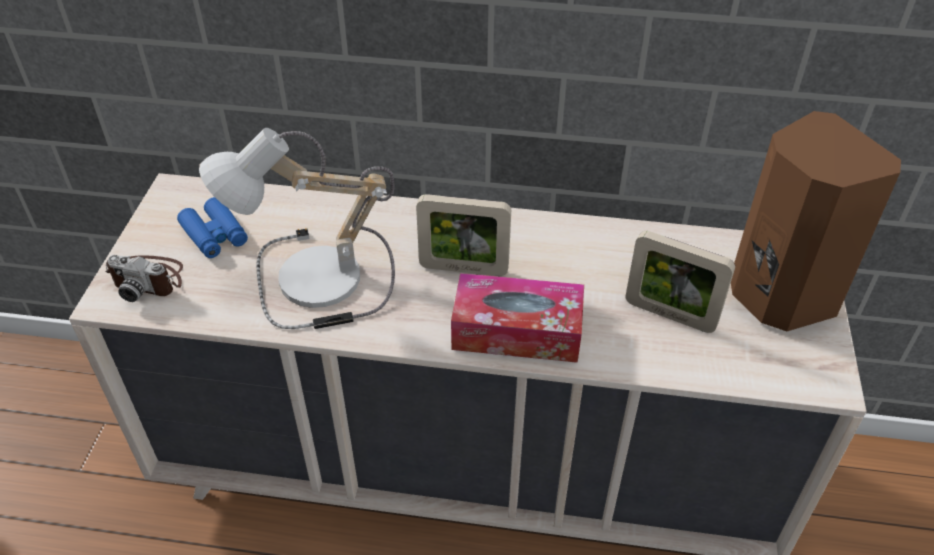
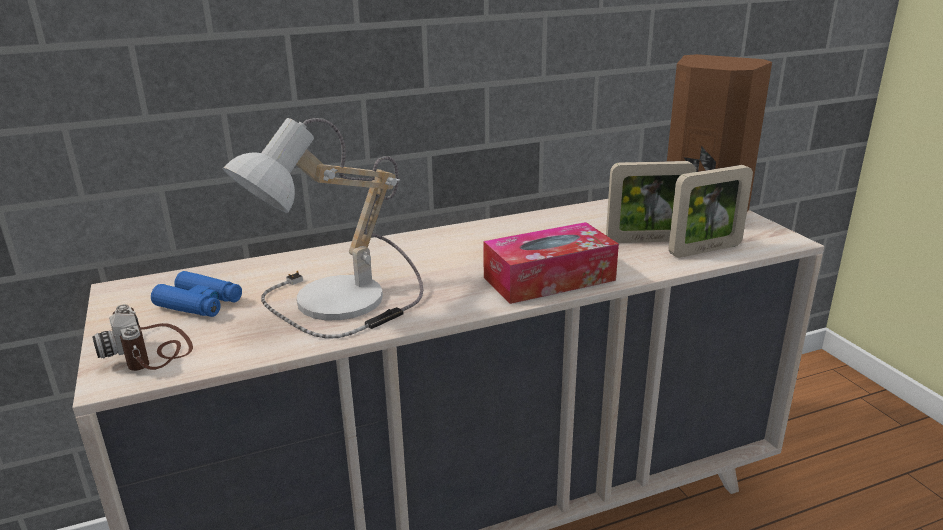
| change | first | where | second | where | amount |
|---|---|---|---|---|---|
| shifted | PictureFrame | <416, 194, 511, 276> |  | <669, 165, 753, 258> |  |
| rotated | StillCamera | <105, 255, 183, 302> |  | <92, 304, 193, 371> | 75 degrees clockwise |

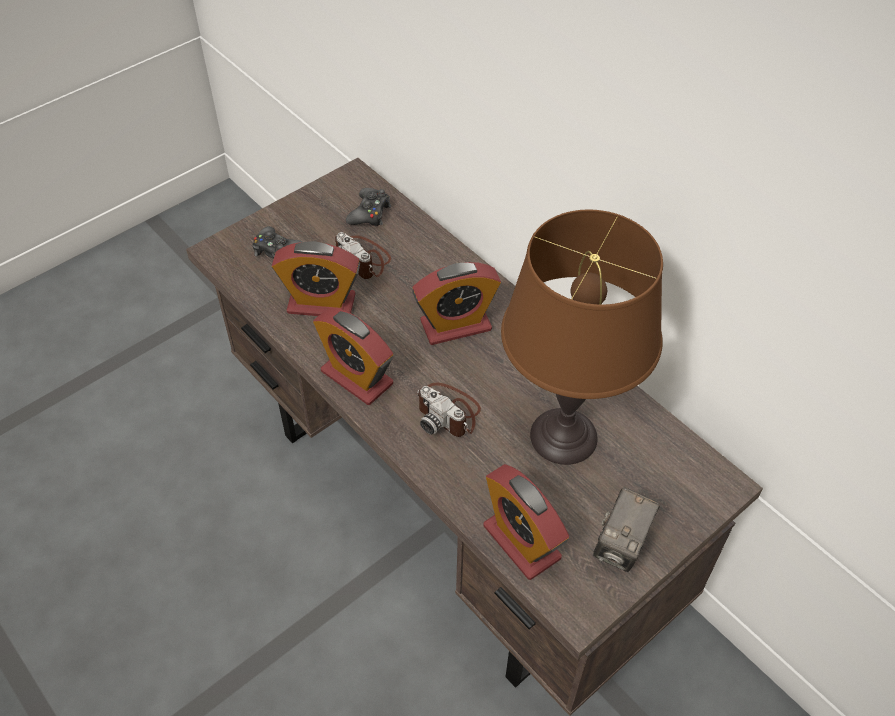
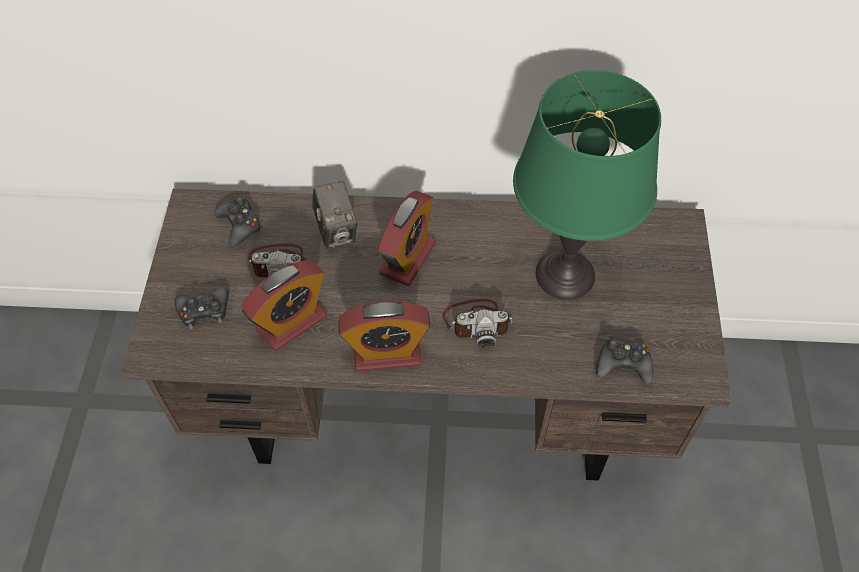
| change | first | where | second | where | amount |
|---|---|---|---|---|---|
| repainted | BrownishLampForATable | <501, 210, 663, 465> | GreenishLampForATable | <513, 70, 661, 300> |  |
| swapped | TableClock | <483, 464, 569, 580> | BlackishGameController | <596, 339, 653, 384> |  |
| shifted | StillCamera | <593, 487, 660, 572> |  | <312, 181, 357, 249> |  |

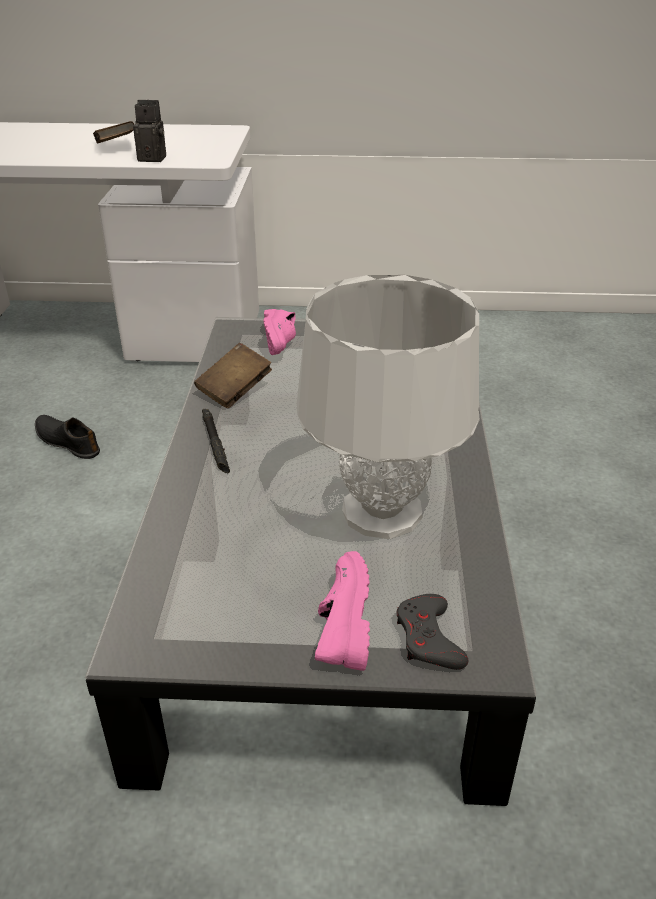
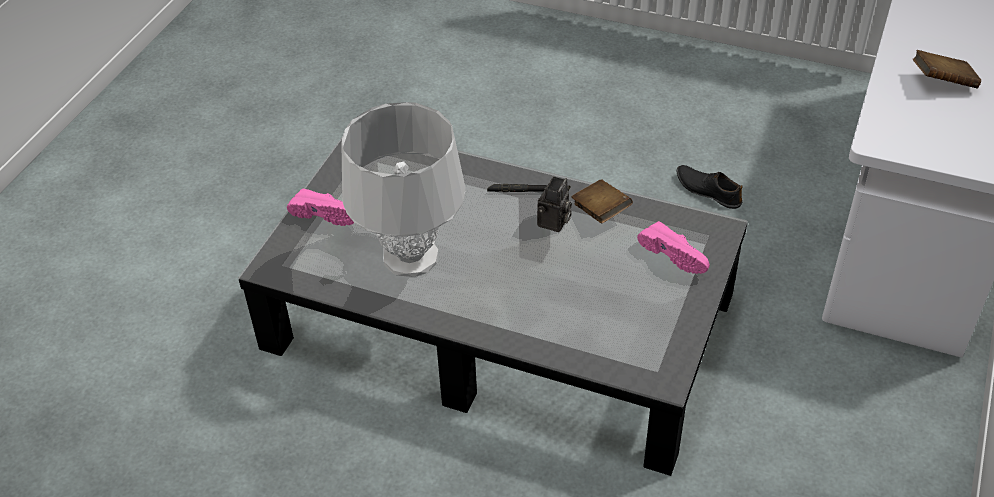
| change | first | where | second | where | amount |
|---|---|---|---|---|---|
| shifted | StillCamera | <133, 100, 166, 162> |  | <537, 176, 572, 232> |  |
| rotated | PinkColouredShoe | <263, 309, 296, 355> |  | <637, 221, 710, 274> | 150 degrees counterclockwise |
| rotated | BlackishShoe | <35, 415, 100, 459> |  | <677, 165, 743, 209> | 105 degrees counterclockwise |
| gone | GreyGameController | <397, 594, 468, 670> |  |  |  |

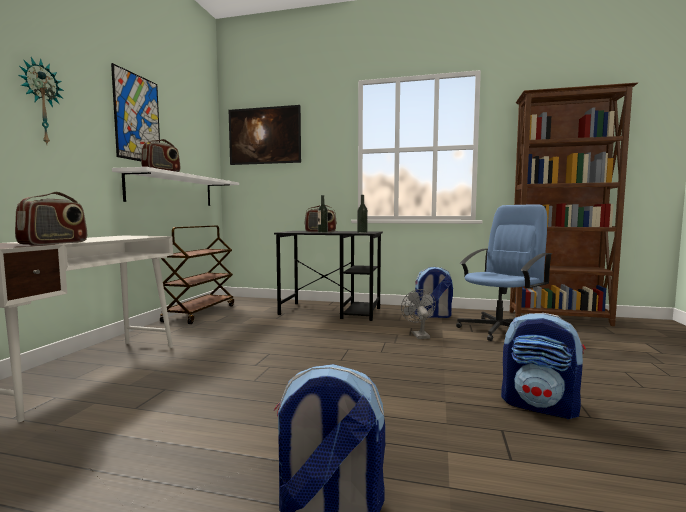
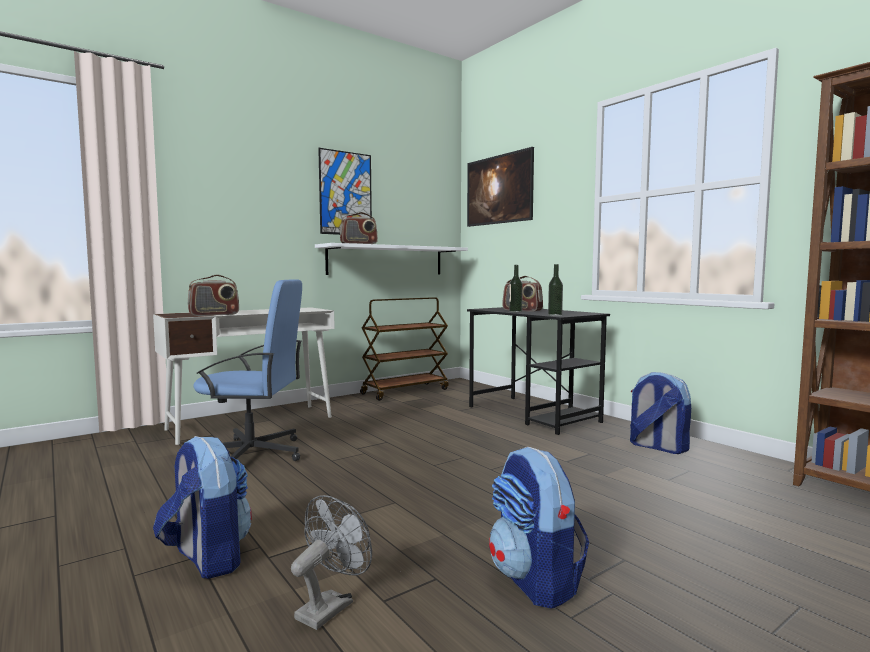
| change | first | where | second | where | amount |
|---|---|---|---|---|---|
| gone | ClockOnTheWall | <18, 57, 64, 144> |  |  |  |
| shifted | BlueColouredDeskChair | <456, 204, 552, 341> |  | <193, 279, 302, 461> |  |
| shifted | GreyCoolingFan | <401, 289, 436, 339> |  | <291, 495, 372, 630> |  |

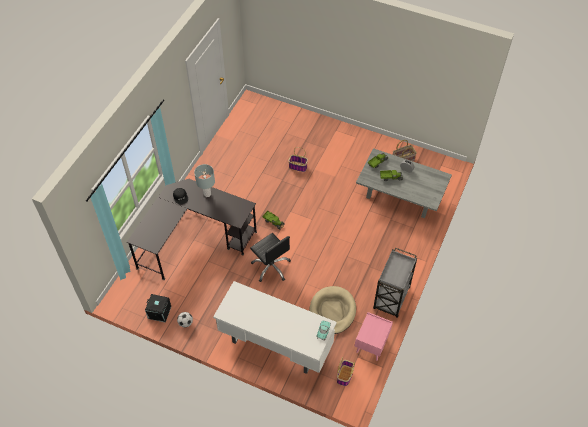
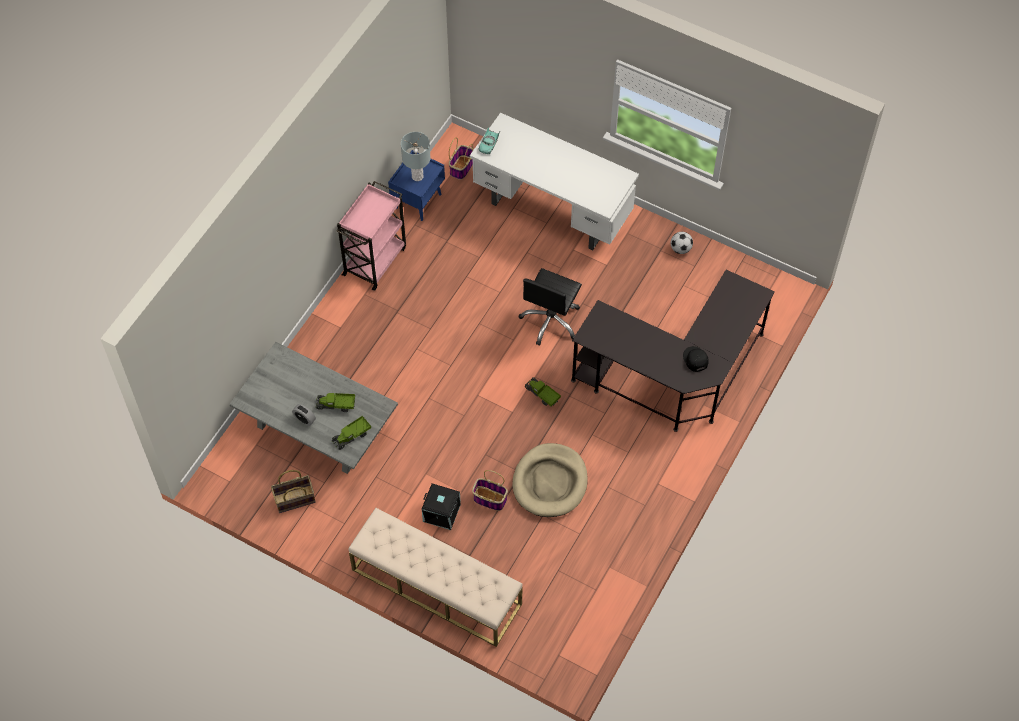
| change | first | where | second | where | amount |
|---|---|---|---|---|---|
| shifted | GreyLampForATable | <194, 164, 215, 197> |  | <401, 132, 431, 181> |  |
| rotated | BlackishDeskChair | <250, 233, 291, 282> |  | <519, 268, 582, 346> | 120 degrees counterclockwise |
| repainted | GreyCart | <373, 248, 417, 318> | PinkColouredCart | <336, 181, 406, 291> |  |
| shifted | BeigeColouredPetBed | <309, 286, 356, 334> |  | <512, 443, 588, 517> |  |
| shifted | BlackishStorageContainer | <145, 294, 171, 323> |  | <422, 483, 461, 530> |  |
| repainted | PinkColouredNightTable | <355, 312, 393, 361> | BlueColouredNightTable | <388, 150, 445, 221> |  |
| new |  |  | BeigeColouredIndoorBench | <349, 508, 522, 647> |  |

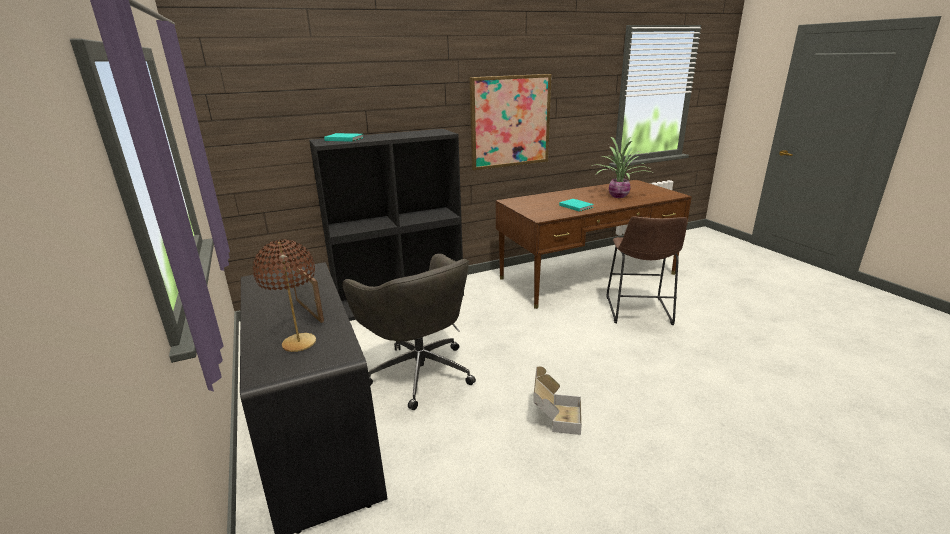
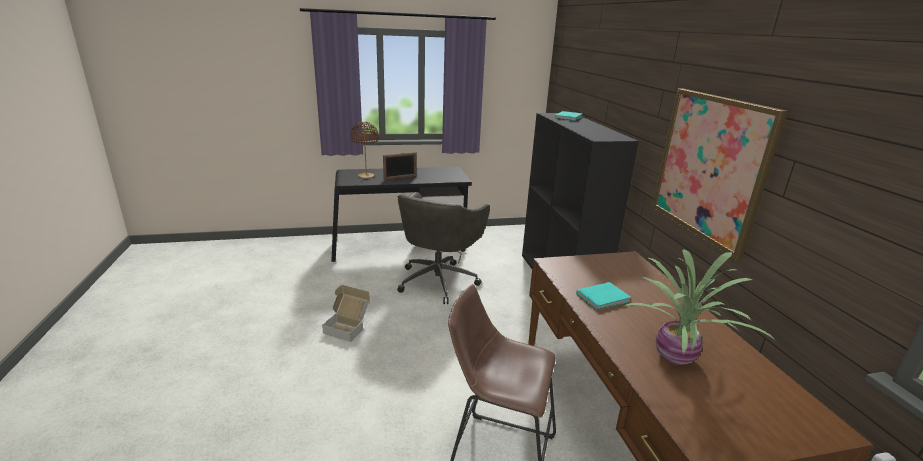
| change | first | where | second | where | amount |
|---|---|---|---|---|---|
| rotated | GreyDeskChair | <342, 254, 476, 410> |  | <397, 192, 490, 304> | 45 degrees counterclockwise |

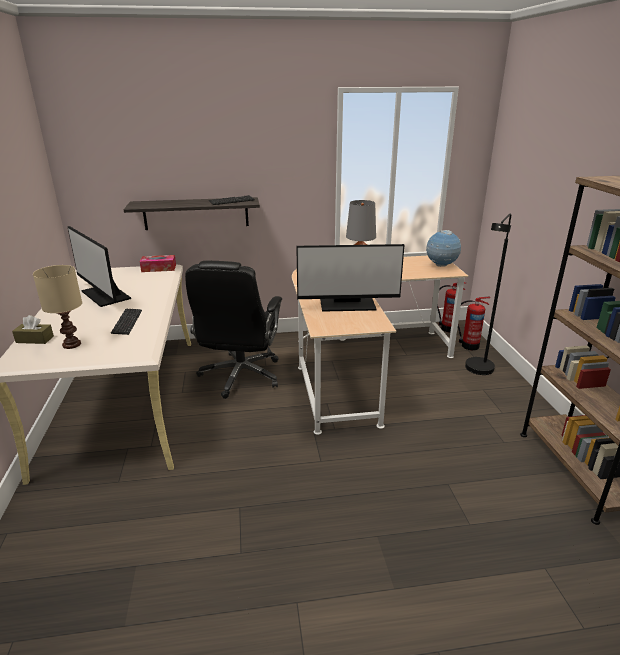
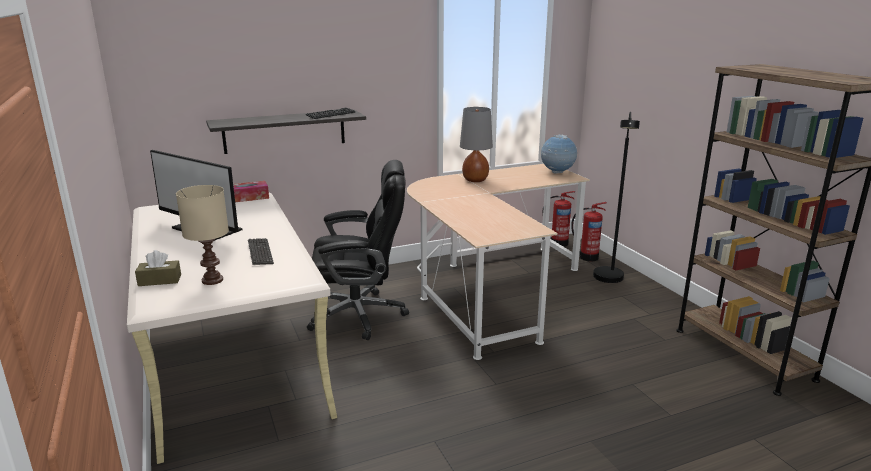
| change | first | where | second | where | amount |
|---|---|---|---|---|---|
| gone | ComputerScreen | <296, 244, 404, 312> |  |  |  |
| rotated | BlackishDeskChair | <185, 261, 282, 399> |  | <307, 160, 409, 340> | 90 degrees counterclockwise |

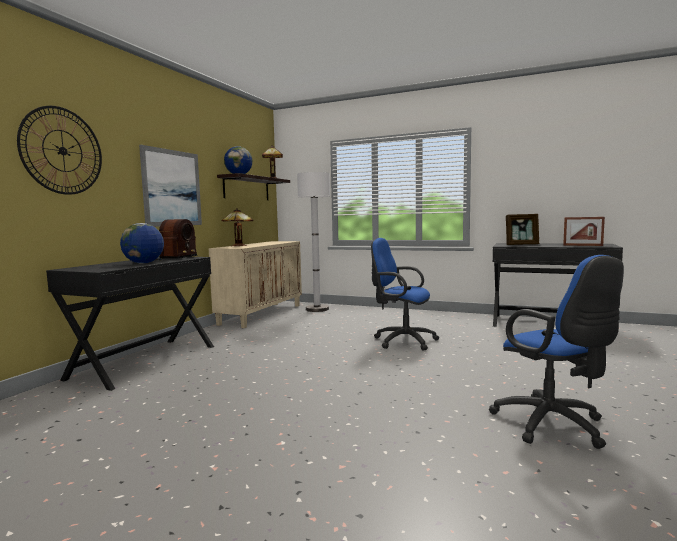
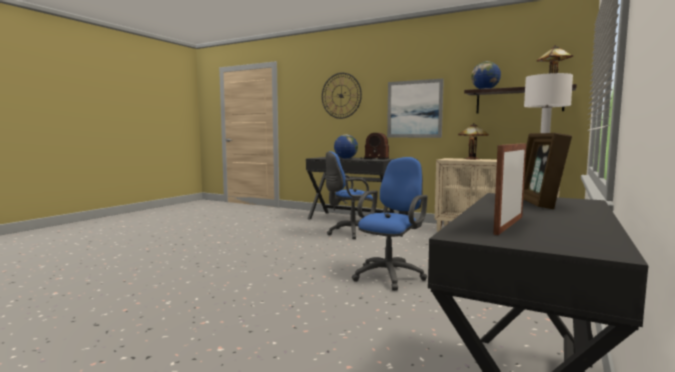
| change | first | where | second | where | amount |
|---|---|---|---|---|---|
| shifted | BlueColouredDeskChair | <489, 255, 624, 449> |  | <326, 151, 373, 239> |  |

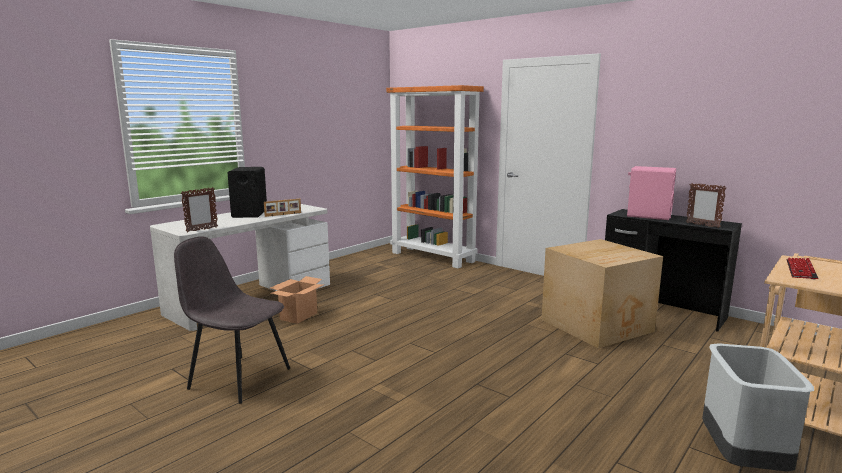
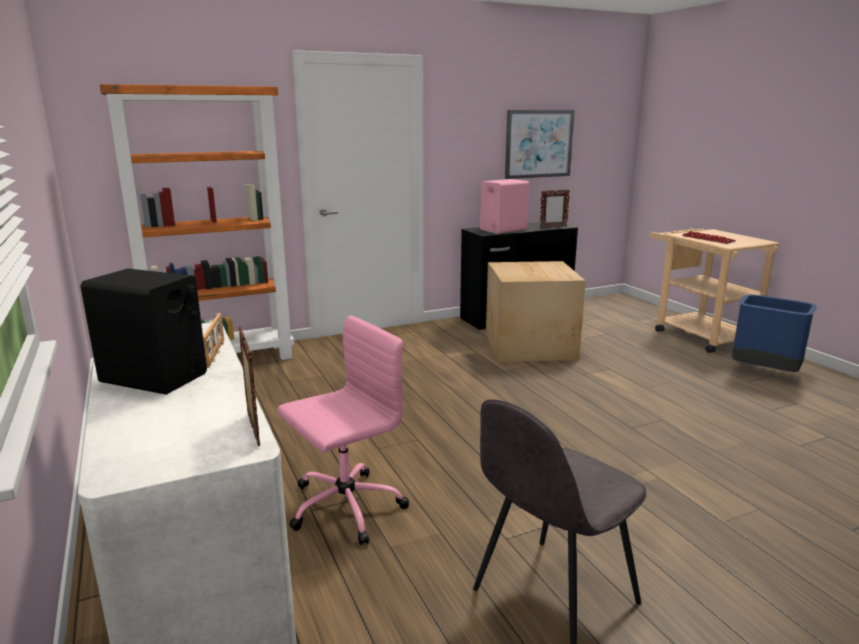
| change | first | where | second | where | amount |
|---|---|---|---|---|---|
| swapped | Carton | <270, 276, 323, 324> | PinkColouredDeskChair | <277, 315, 409, 545> |  |
| repainted | GreyRubbishBin | <702, 343, 814, 472> | BlueColouredRubbishBin | <732, 294, 817, 372> |  |
| new |  |  | WallArt | <505, 110, 575, 179> |  |

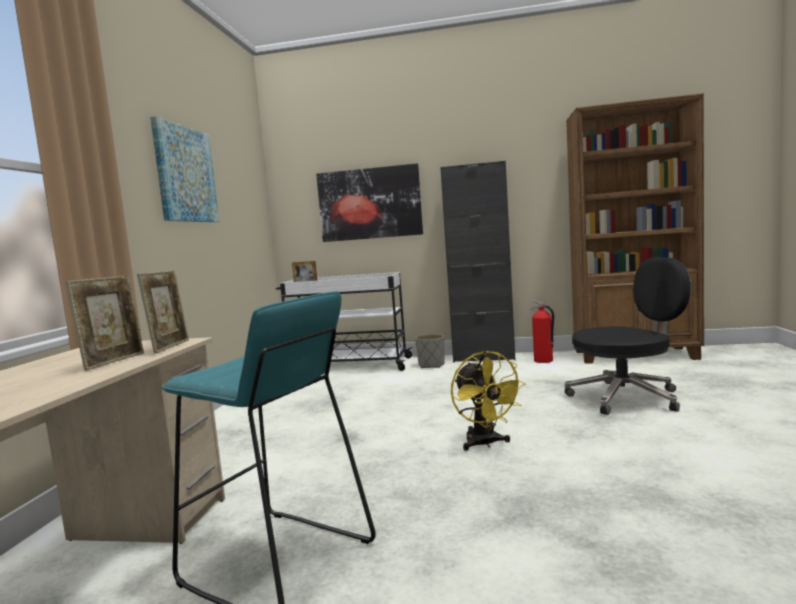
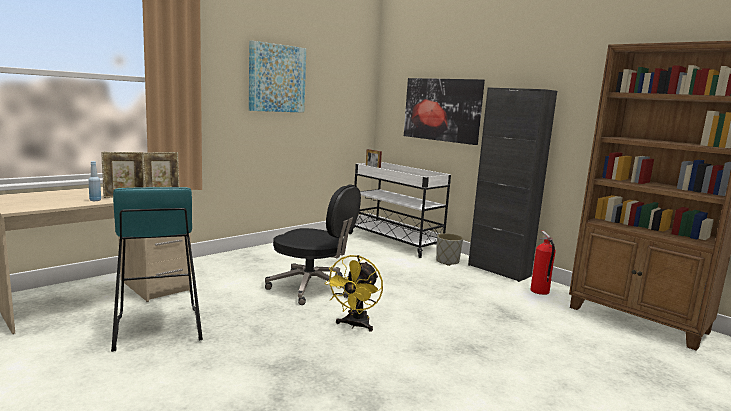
| change | first | where | second | where | amount |
|---|---|---|---|---|---|
| shifted | BlackishDeskChair | <565, 257, 691, 415> |  | <265, 185, 361, 305> |  |
| new |  |  | BlueColouredBottle | <89, 161, 101, 201> |  |

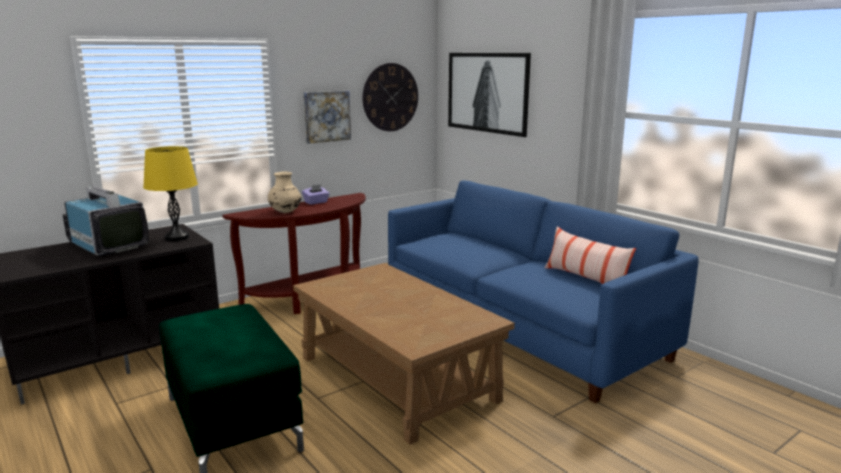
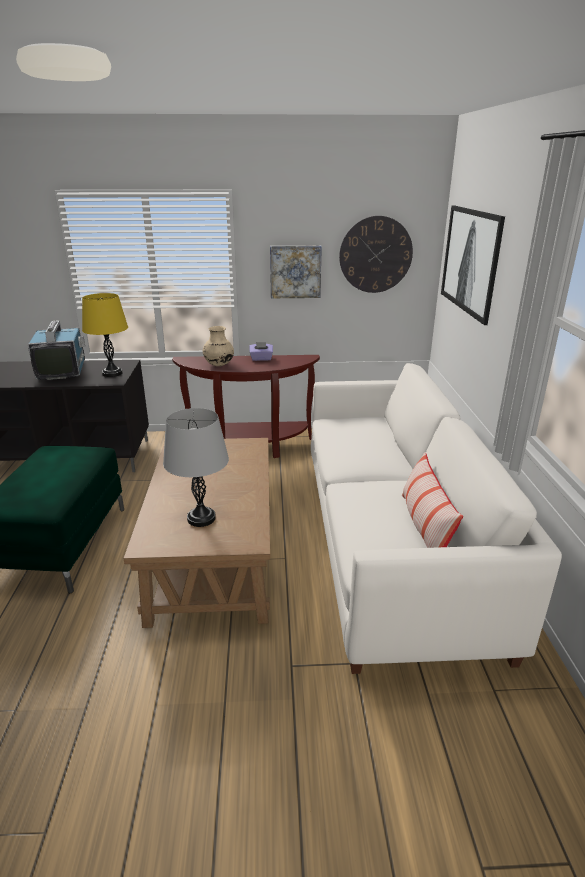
| change | first | where | second | where | amount |
|---|---|---|---|---|---|
| repainted | BlueColouredCouch | <388, 180, 699, 403> | WhiteColouredCouch | <311, 363, 562, 674> |  |
| new |  |  | GreyLampForATable | <163, 408, 229, 527> |  |

